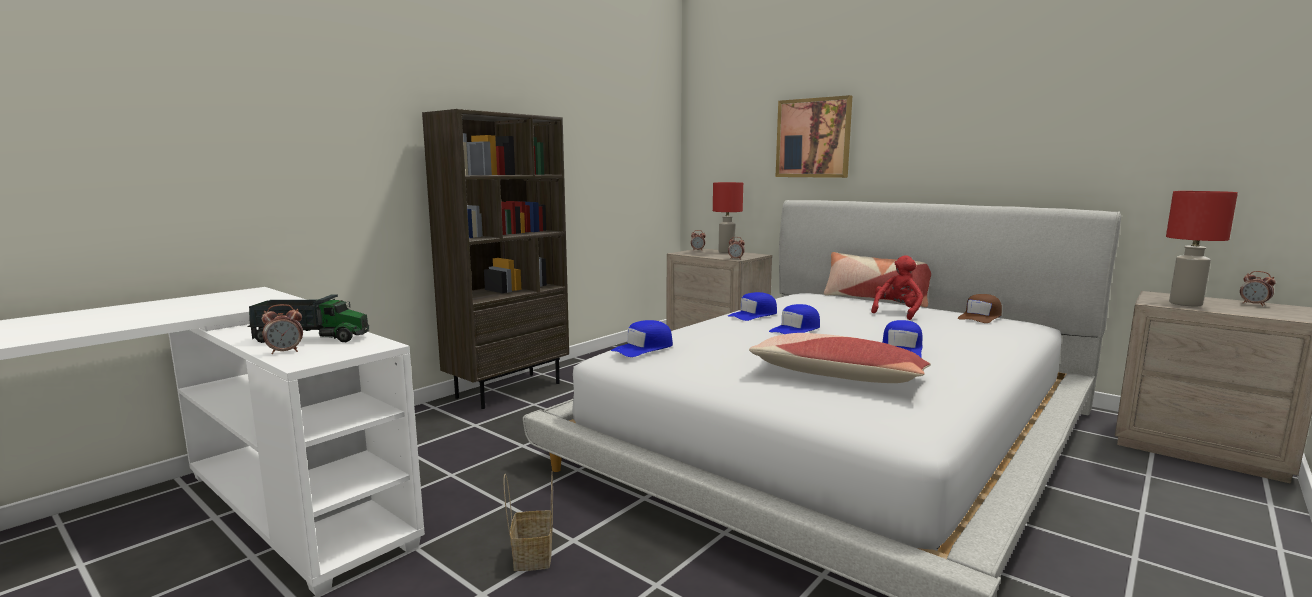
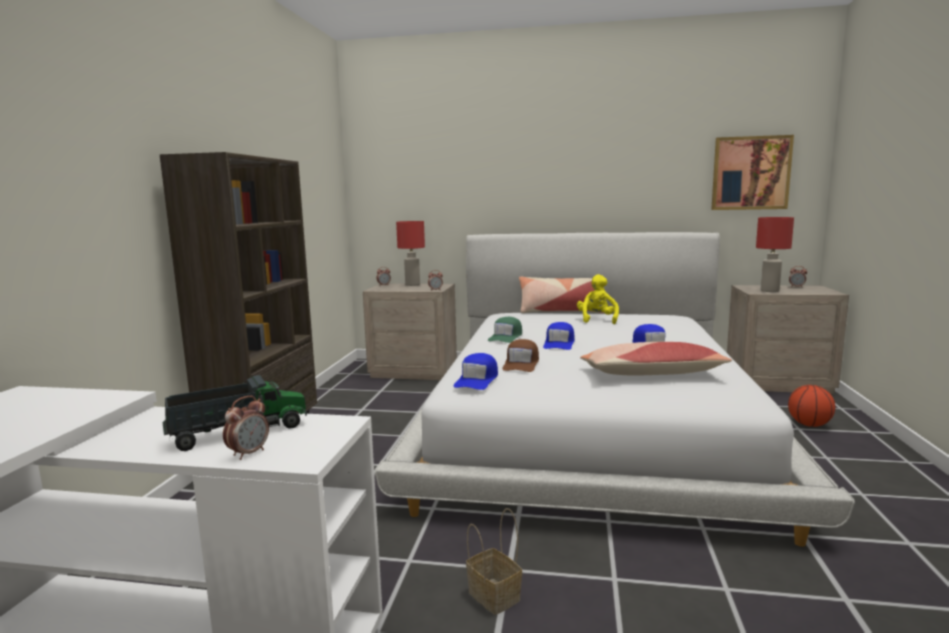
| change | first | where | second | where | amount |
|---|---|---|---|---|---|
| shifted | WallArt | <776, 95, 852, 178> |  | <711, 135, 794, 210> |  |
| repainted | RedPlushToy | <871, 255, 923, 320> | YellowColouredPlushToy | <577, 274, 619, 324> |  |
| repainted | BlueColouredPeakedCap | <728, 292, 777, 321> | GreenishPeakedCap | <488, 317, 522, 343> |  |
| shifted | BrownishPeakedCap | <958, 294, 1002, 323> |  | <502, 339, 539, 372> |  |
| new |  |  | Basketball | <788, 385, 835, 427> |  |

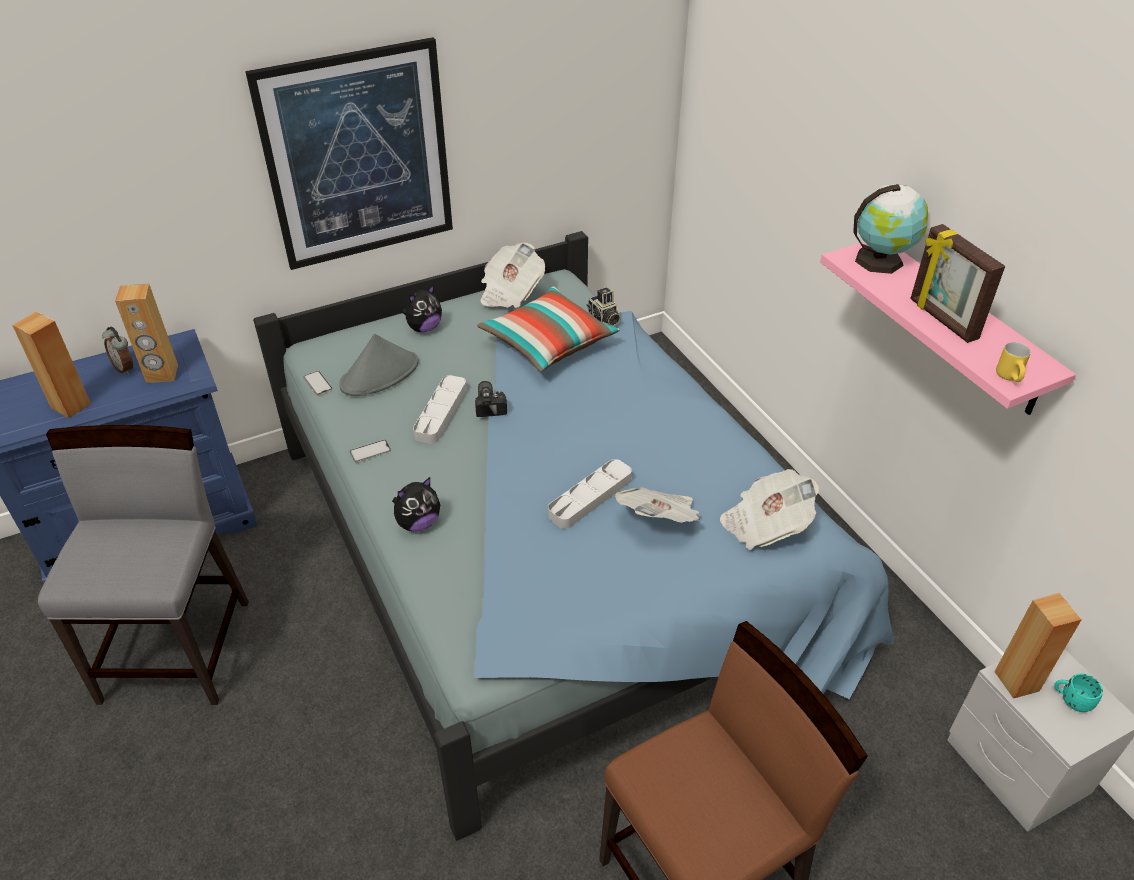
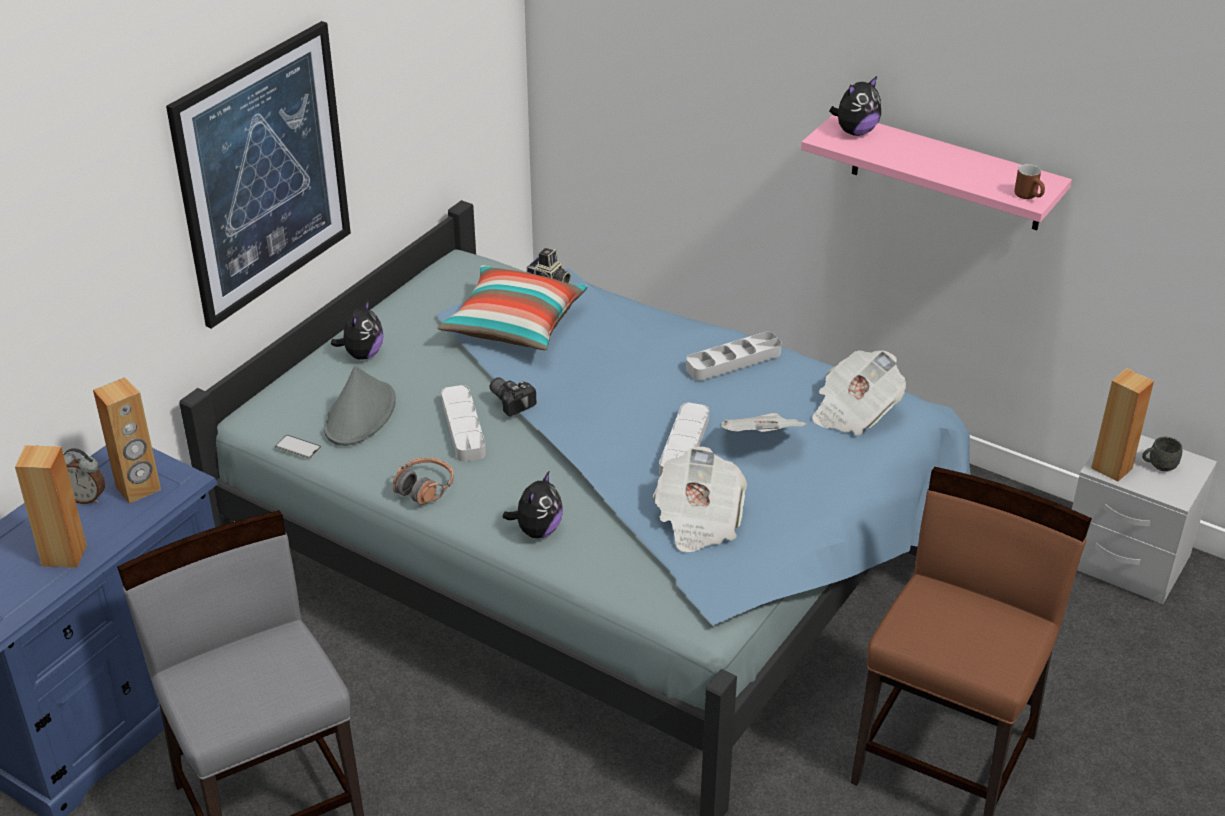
| change | first | where | second | where | amount |
|---|---|---|---|---|---|
| swapped | Globe | <853, 184, 928, 274> | PlushToy | <829, 76, 881, 136> |  |
| gone | PictureFrame | <910, 224, 1005, 343> |  |  |  |
| shifted | Newspaper | <481, 242, 545, 308> |  | <653, 447, 747, 552> |  |
| repainted | YellowColouredMug | <996, 342, 1031, 382> | BrownishMug | <1014, 164, 1045, 199> |  |
| swapped | Handset | <350, 440, 391, 462> | PairOfHeadphones | <393, 457, 454, 505> |  |
| repainted | TurquoiseMug | <1054, 673, 1103, 712> | GreyMug | <1142, 437, 1182, 471> |  |
| new |  |  | GreyServingTray | <686, 332, 782, 381> |  |

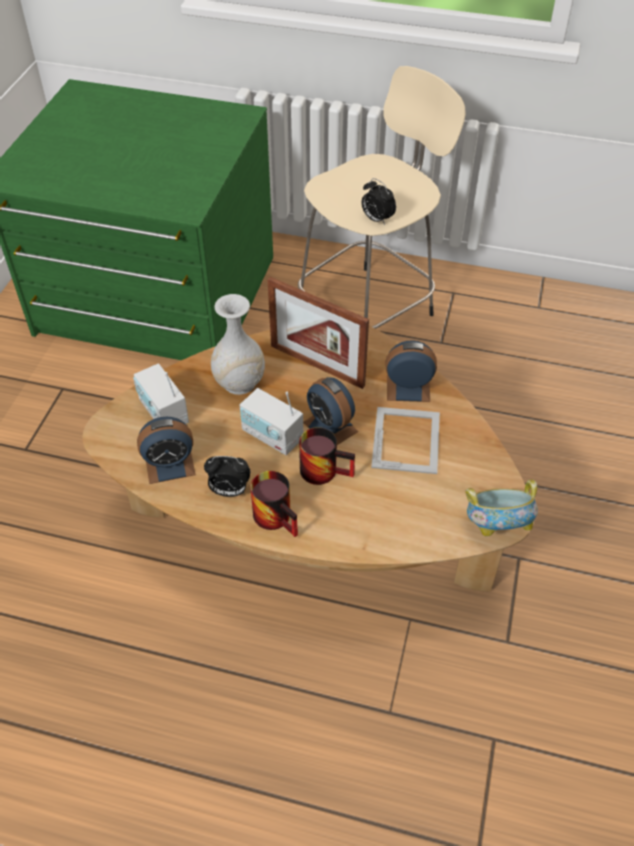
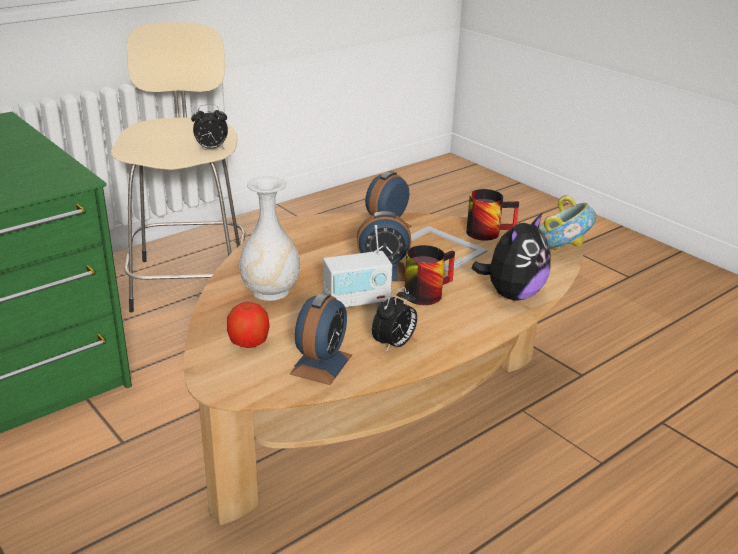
| change | first | where | second | where | amount |
|---|---|---|---|---|---|
| gone | PictureFrame | <267, 277, 369, 389> |  |  |  |
| swapped | RadioReceiver | <133, 363, 189, 424> | WholeApple | <227, 302, 270, 348> |  |
| shifted | Mug | <250, 471, 298, 537> |  | <466, 189, 519, 241> |  |
| new |  |  | PlushToy | <471, 212, 551, 301> |  |

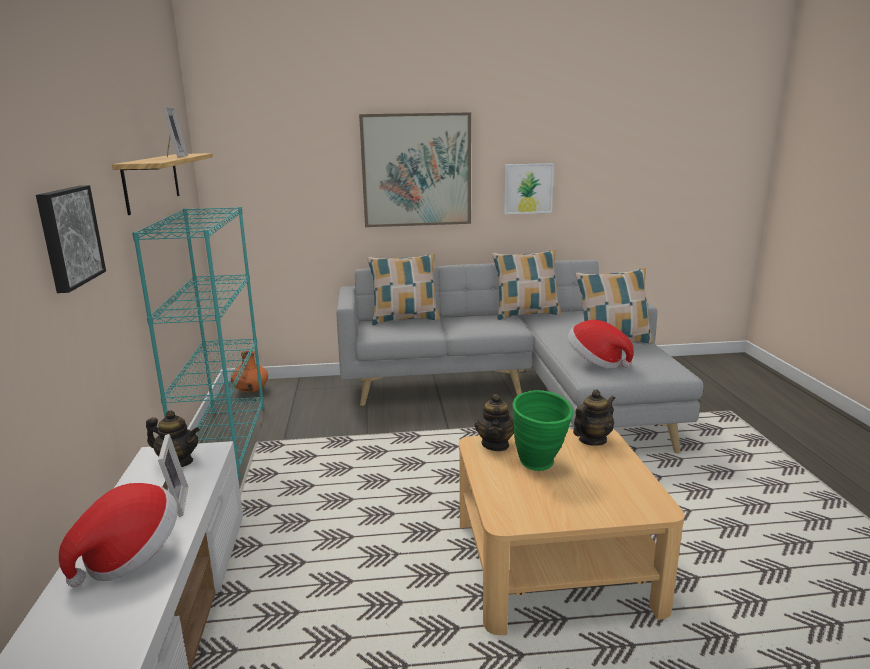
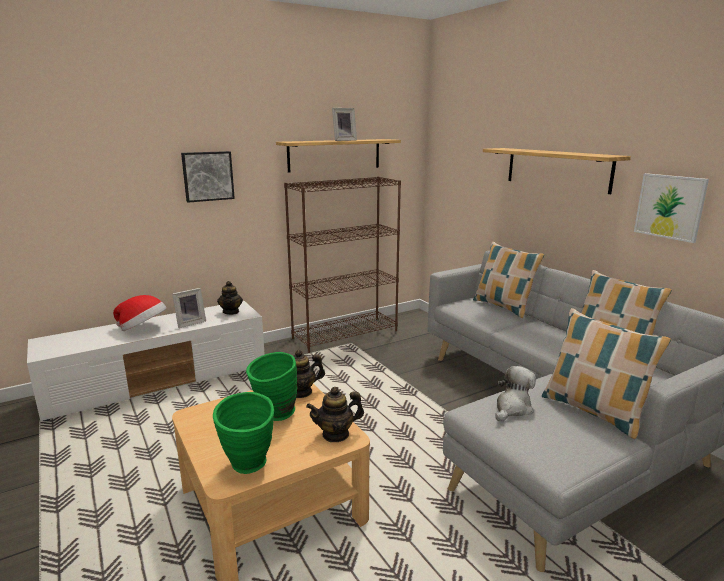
| change | first | where | second | where | amount |
|---|---|---|---|---|---|
| swapped | WallArt | <359, 112, 471, 227> | BracketShelf | <483, 148, 631, 194> |  |
| repainted | TurquoiseBookcase | <132, 207, 264, 479> | BrownishBookcase | <284, 177, 401, 353> |  |
| swapped | ClothingHat | <568, 320, 634, 369> | PlushToy | <495, 366, 536, 421> |  |
| gone | OrangeColouredVase | <231, 350, 268, 392> |  |  |  |
| rotated | TeaPot | <573, 389, 615, 446> |  | <306, 387, 364, 442> | 135 degrees clockwise |
| new |  |  | GreenishVase | <213, 392, 274, 474> |  |

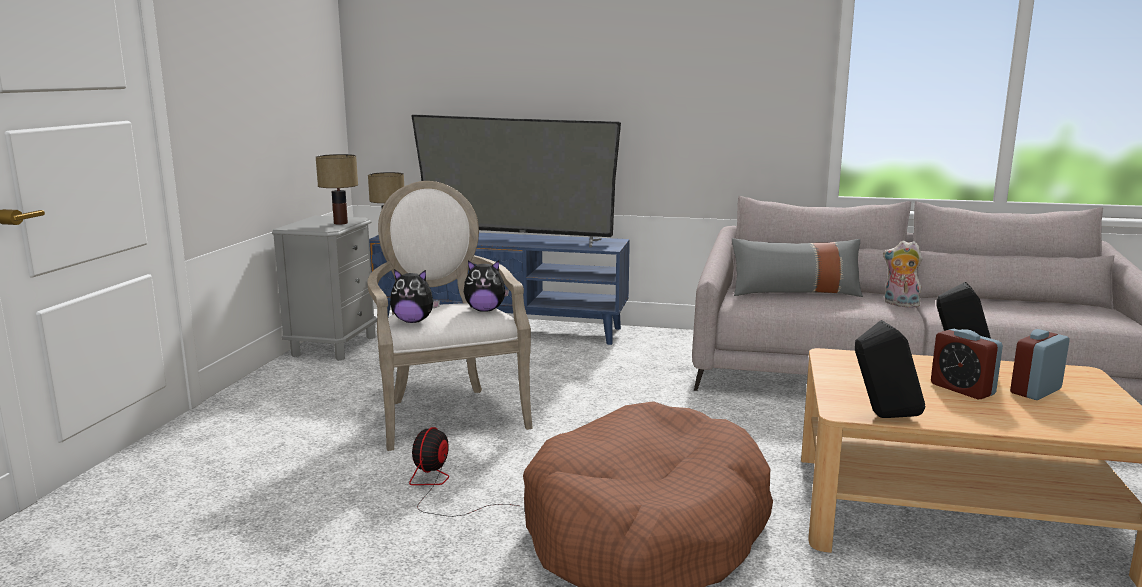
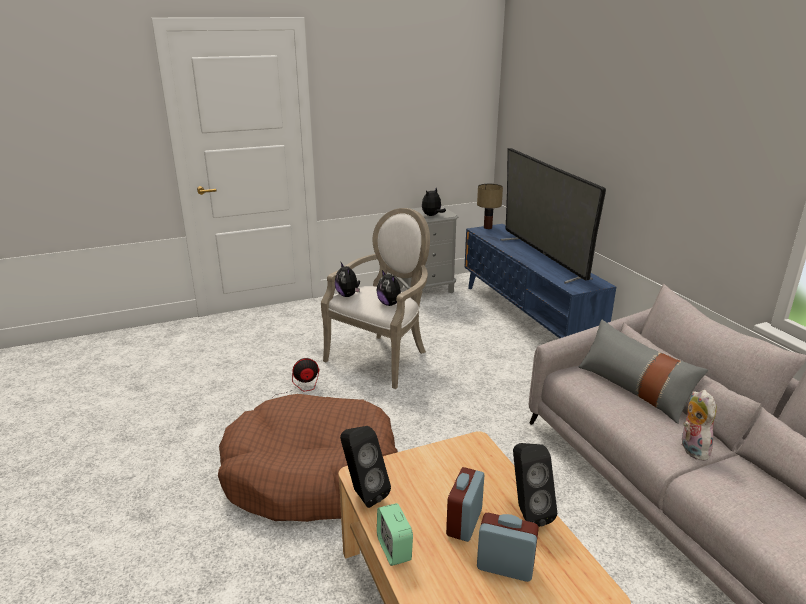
| change | first | where | second | where | amount |
|---|---|---|---|---|---|
| swapped | LampForATable | <316, 154, 358, 225> | PlushToy | <422, 187, 446, 216> |  |
| new |  |  | TableClock | <377, 503, 413, 566> |  |

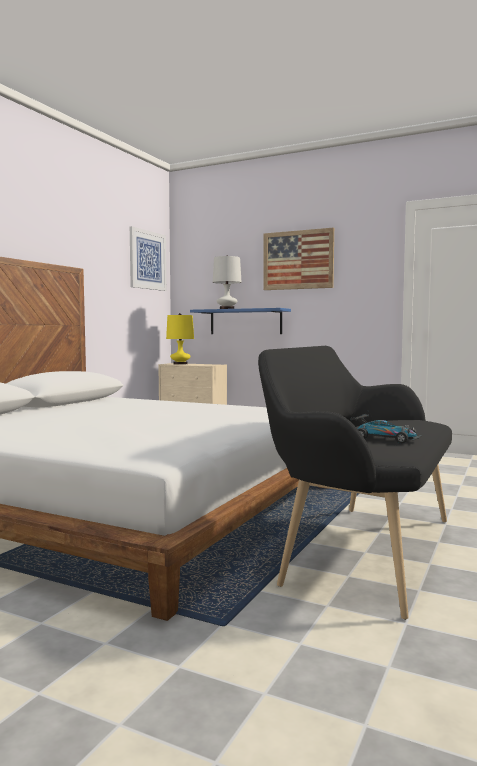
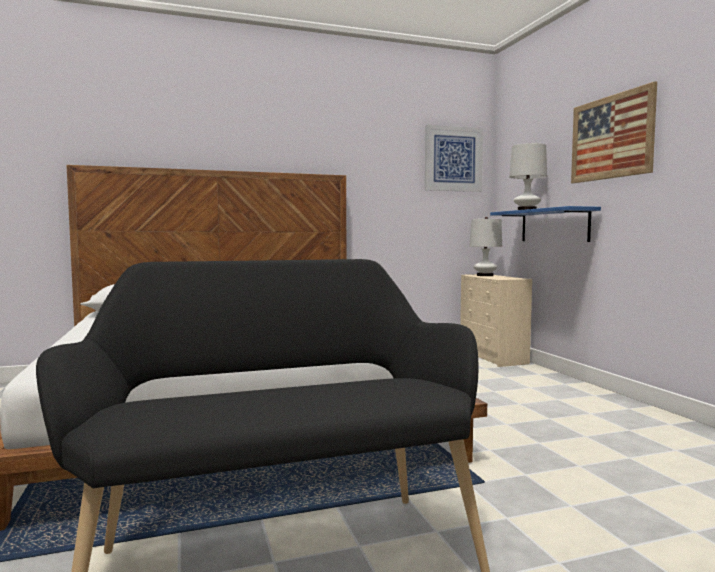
| change | first | where | second | where | amount |
|---|---|---|---|---|---|
| repainted | YellowColouredLampForATable | <166, 313, 194, 365> | WhiteColouredLampForATable | <469, 217, 502, 276> |  |
| gone | ModelCar | <350, 414, 422, 444> |  |  |  |

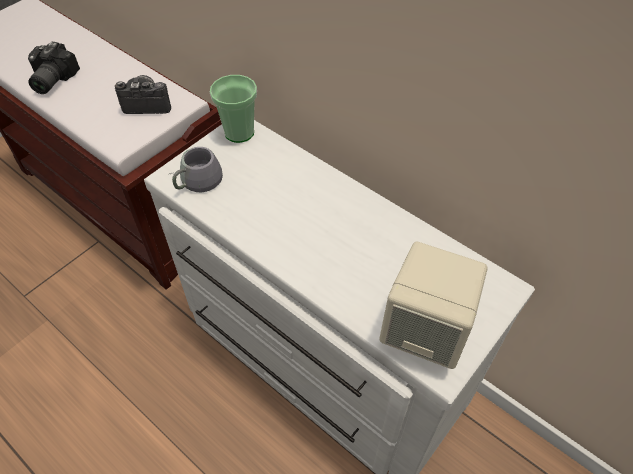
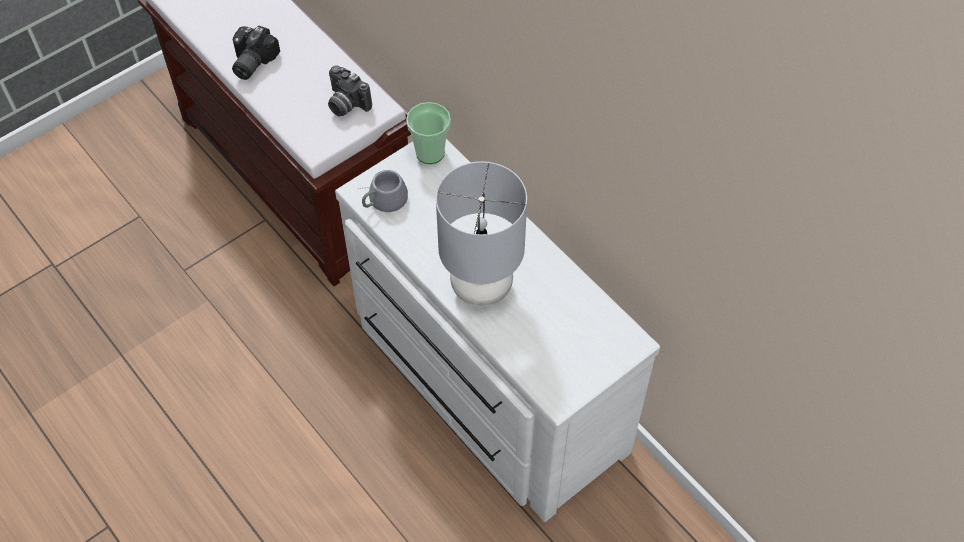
| change | first | where | second | where | amount |
|---|---|---|---|---|---|
| rotated | StillCamera | <115, 75, 171, 114> |  | <328, 65, 372, 116> | 150 degrees counterclockwise |
| gone | BeigeColouredSpeaker | <379, 242, 487, 369> |  |  |  |
| new |  |  | GreyLampForATable | <436, 161, 527, 307> |  |

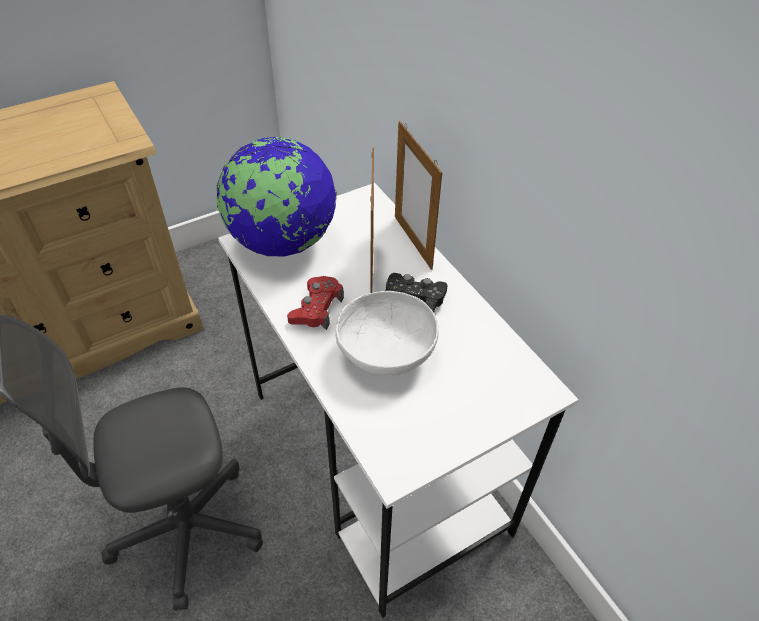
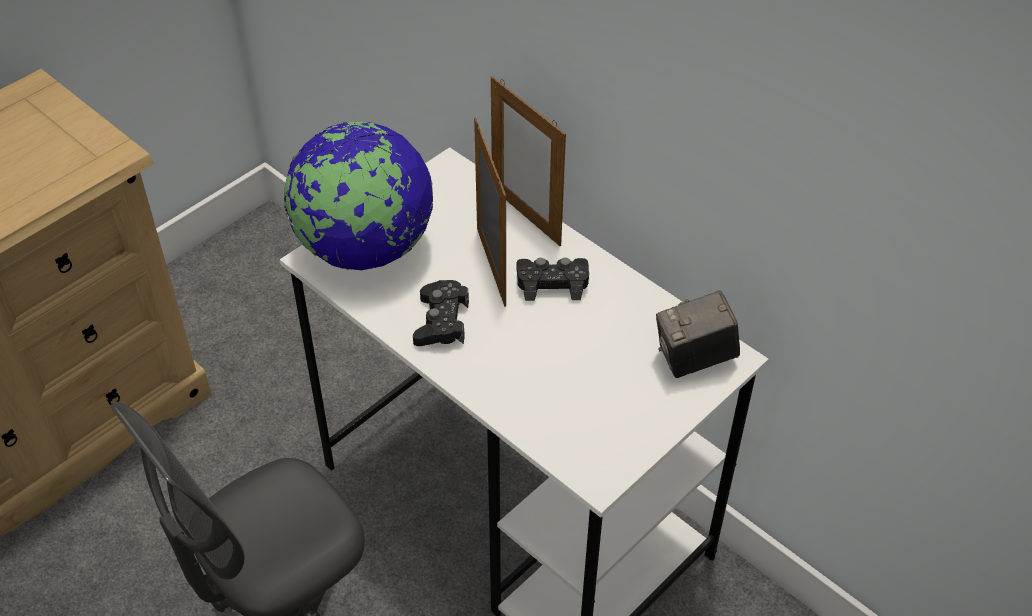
| change | first | where | second | where | amount |
|---|---|---|---|---|---|
| repainted | RedGameController | <287, 276, 344, 330> | BlackishGameController | <413, 280, 469, 346> |  |
| gone | WhiteColouredServingBowl | <336, 291, 439, 376> |  |  |  |
| new |  |  | StillCamera | <656, 290, 740, 378> |  |

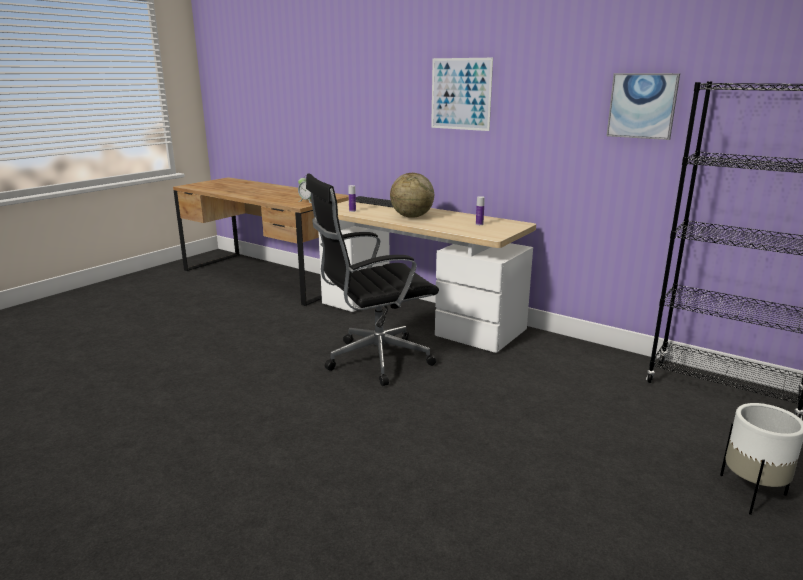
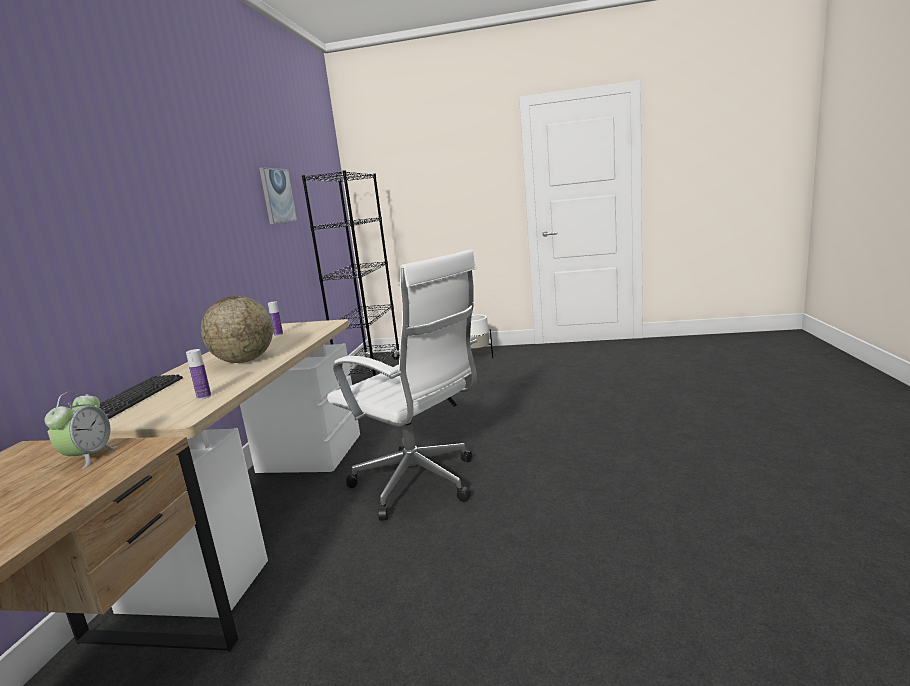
| change | first | where | second | where | amount |
|---|---|---|---|---|---|
| gone | WallArt | <431, 58, 493, 131> |  |  |  |
| repainted | BlackishDeskChair | <306, 174, 439, 386> | WhiteColouredDeskChair | <327, 250, 477, 521> |  |

